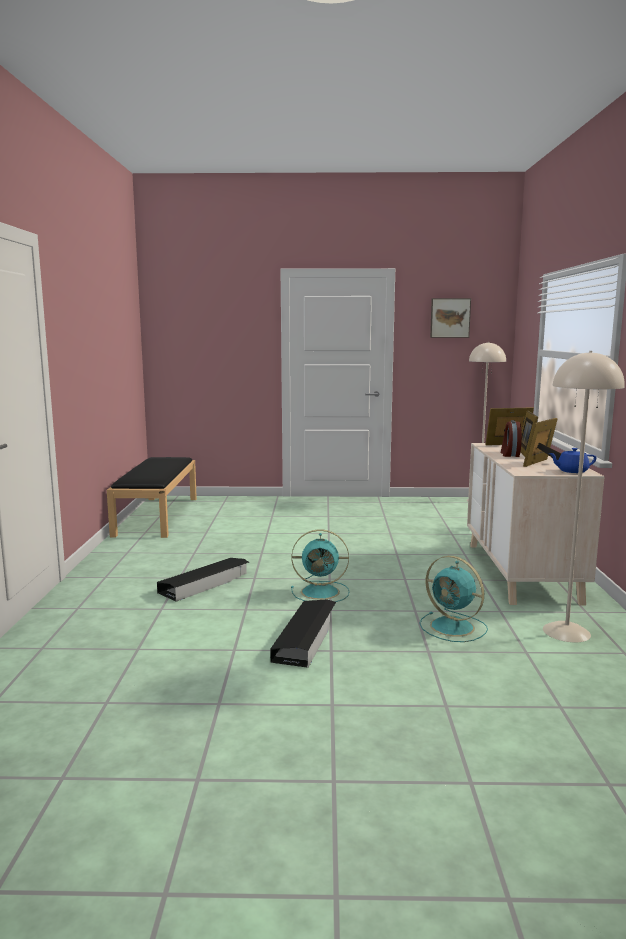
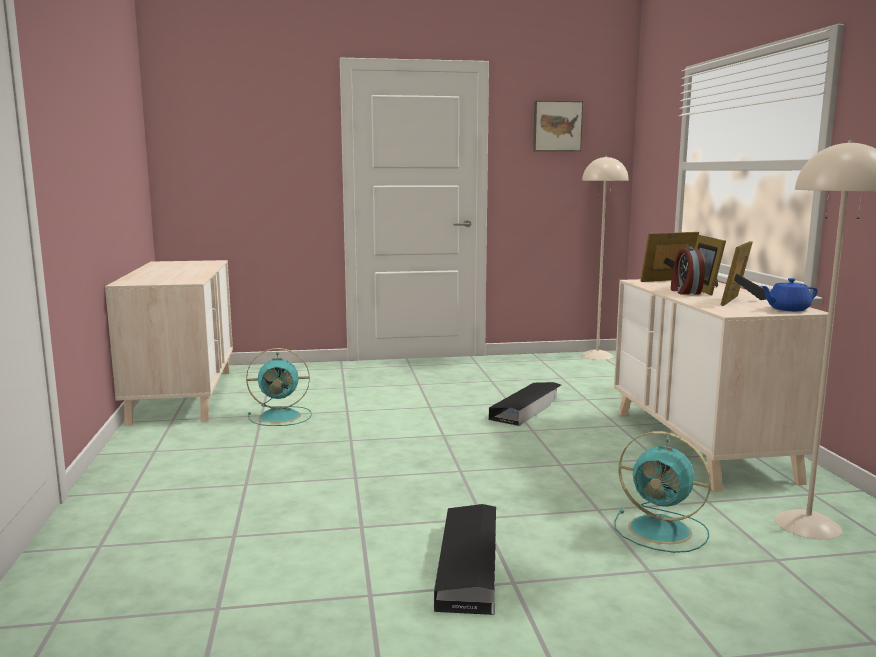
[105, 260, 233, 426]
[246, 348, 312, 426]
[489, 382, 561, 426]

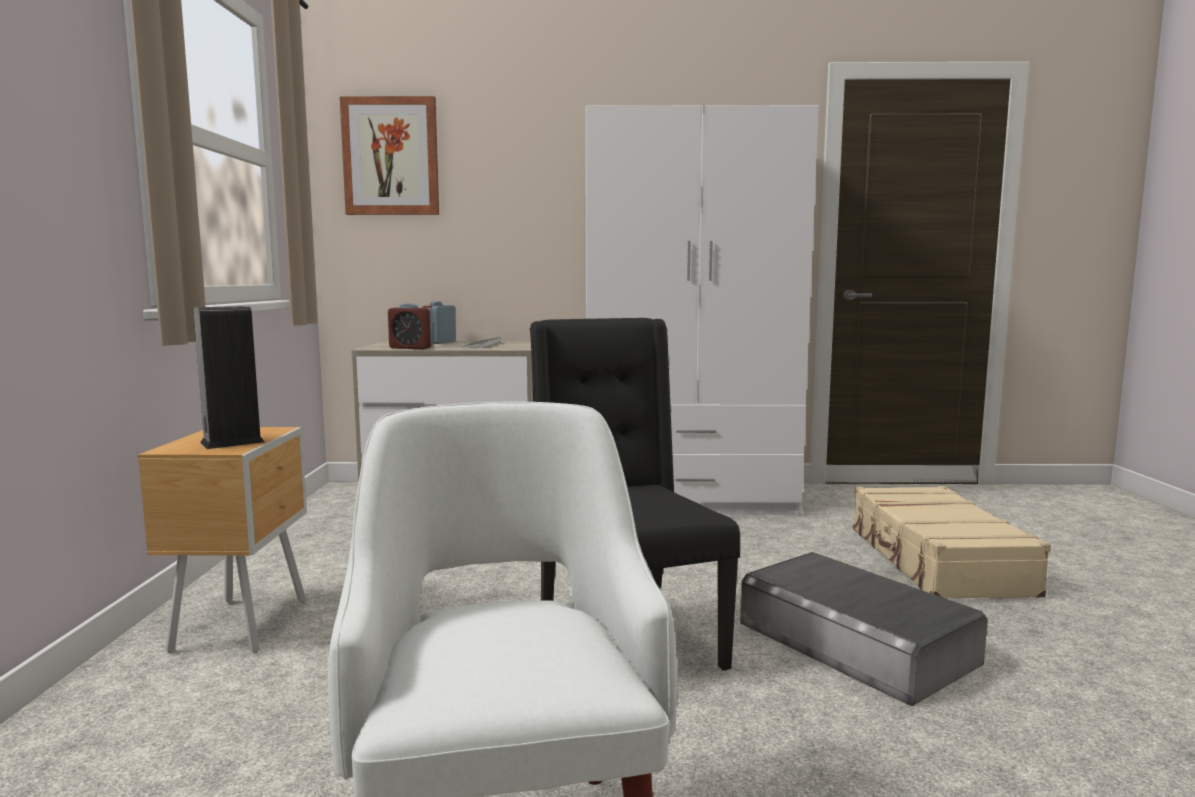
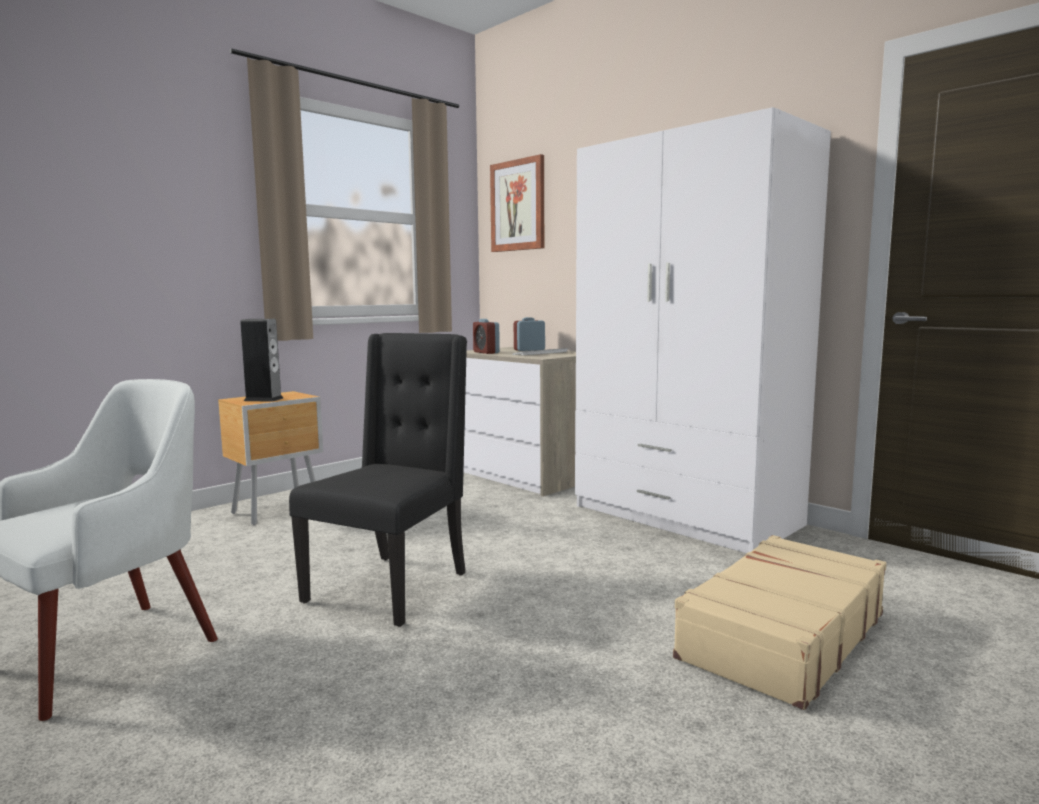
[740, 552, 988, 706] (first image)

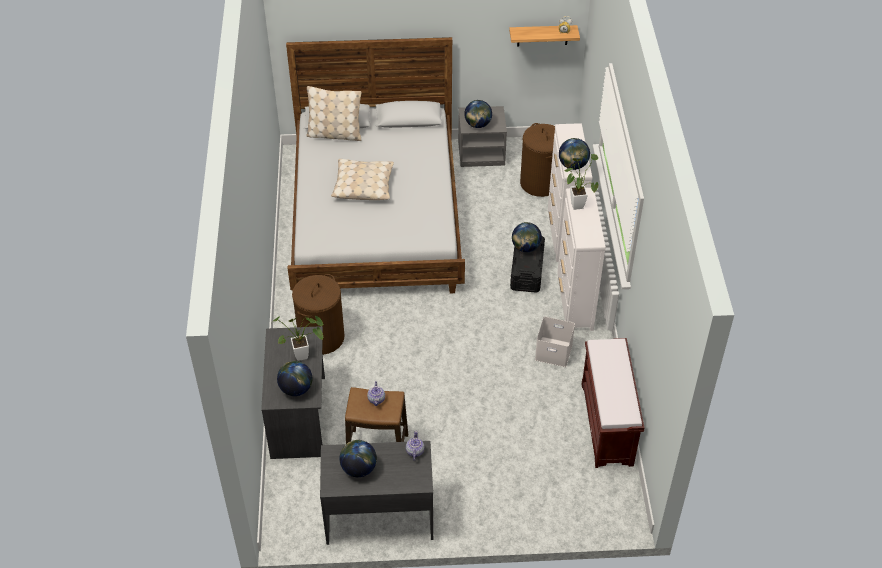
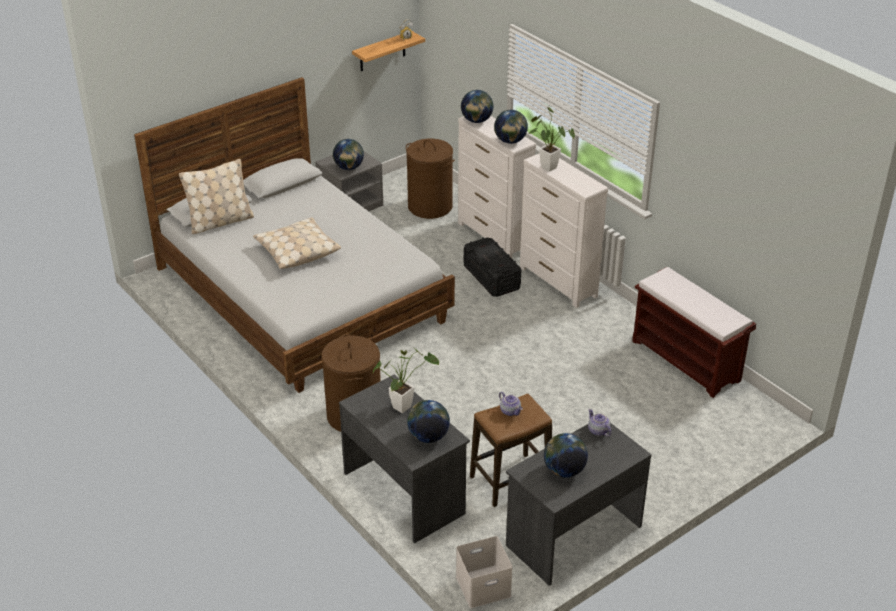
[456, 536, 512, 608]
[461, 90, 494, 123]

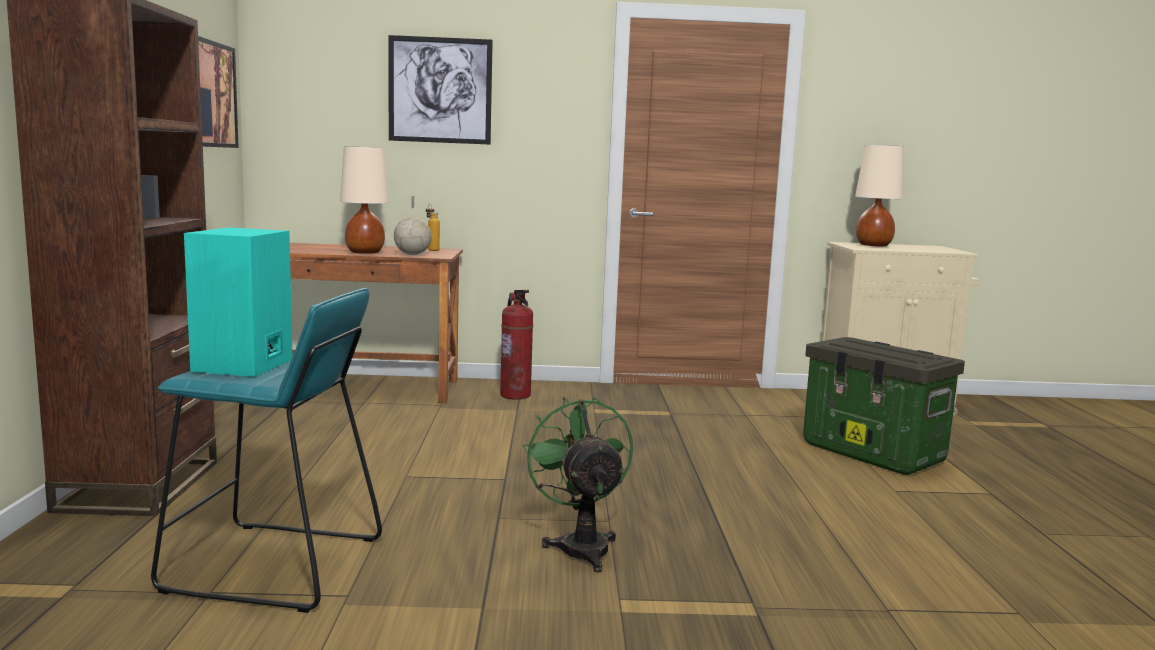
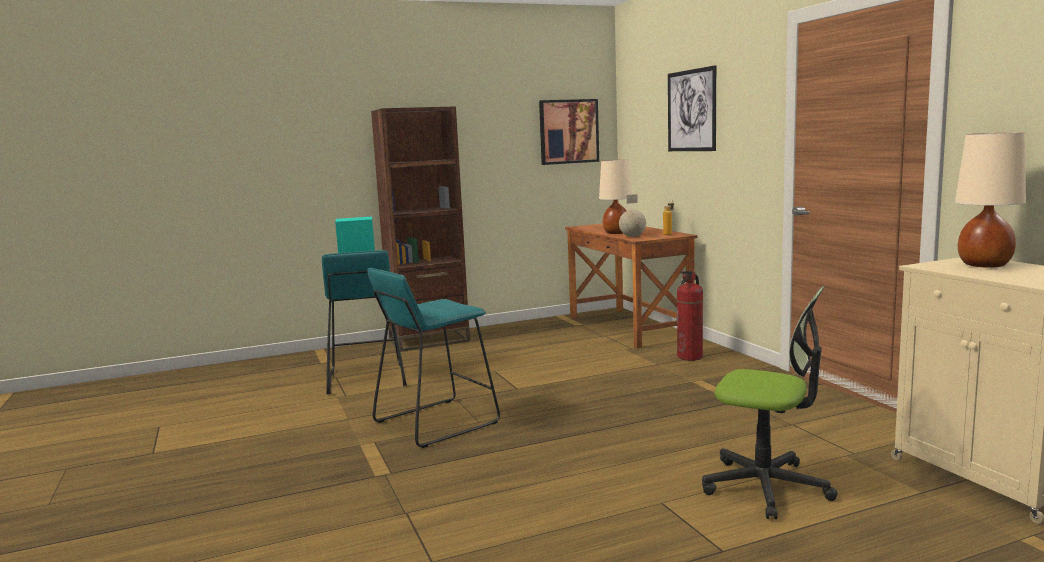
[367, 268, 500, 448]
[702, 286, 838, 519]

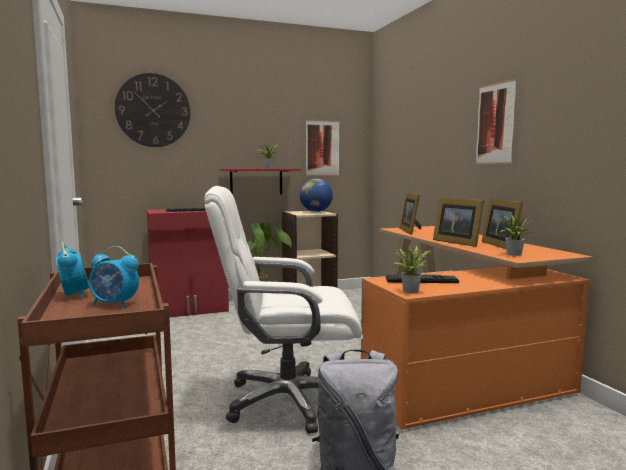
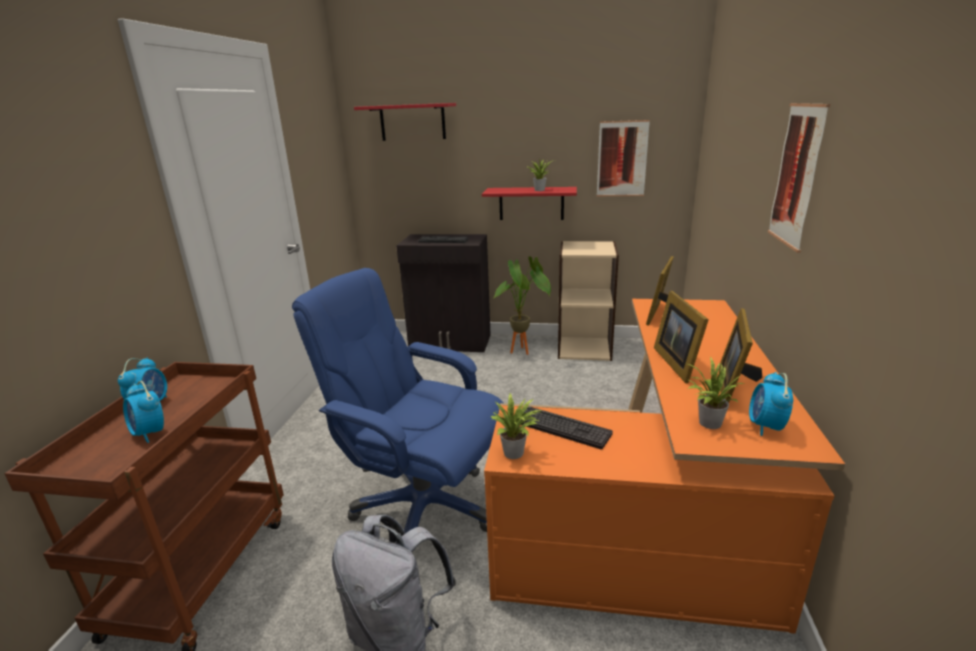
[292, 268, 503, 534]
[354, 103, 456, 141]
[396, 234, 491, 352]
[749, 372, 793, 436]
[300, 179, 333, 212] (first image)

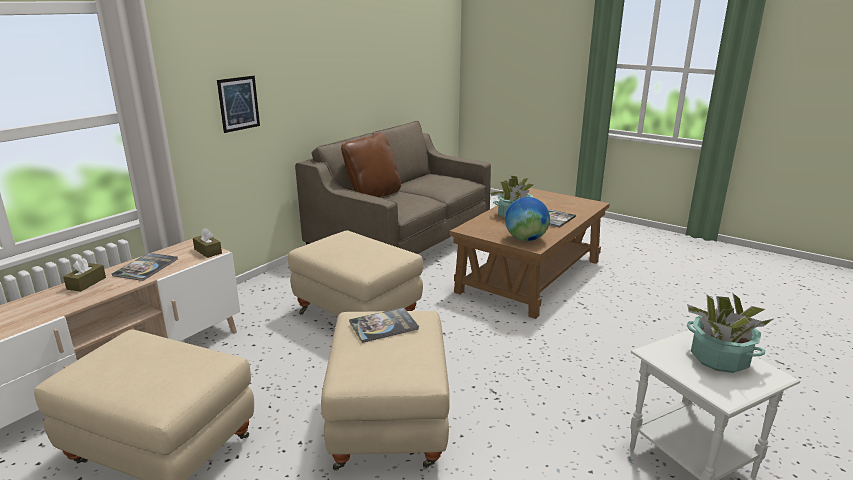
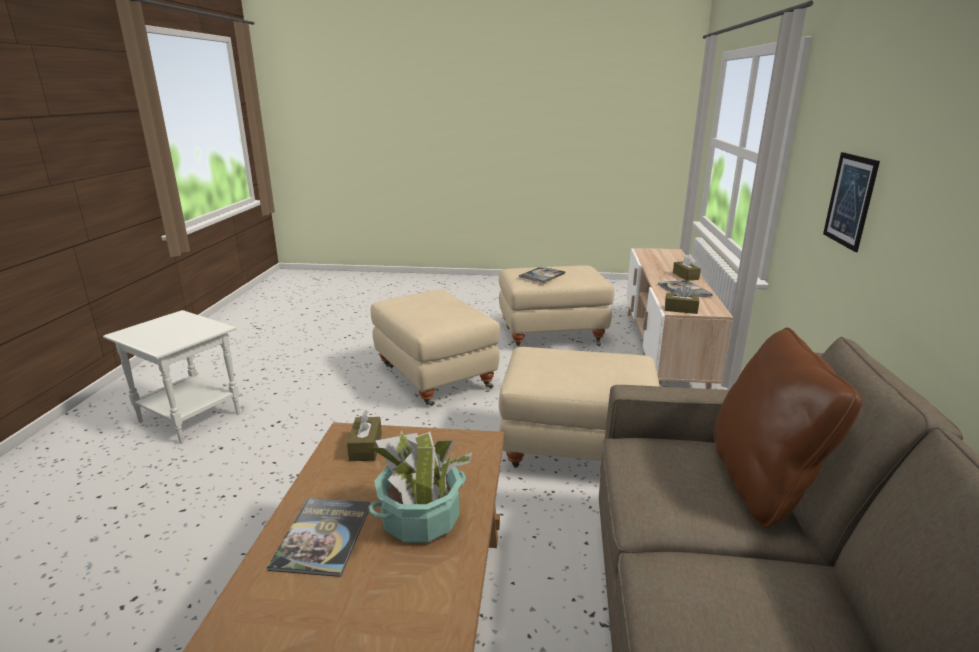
[347, 410, 382, 461]
[519, 267, 565, 283]
[687, 293, 775, 373] (first image)

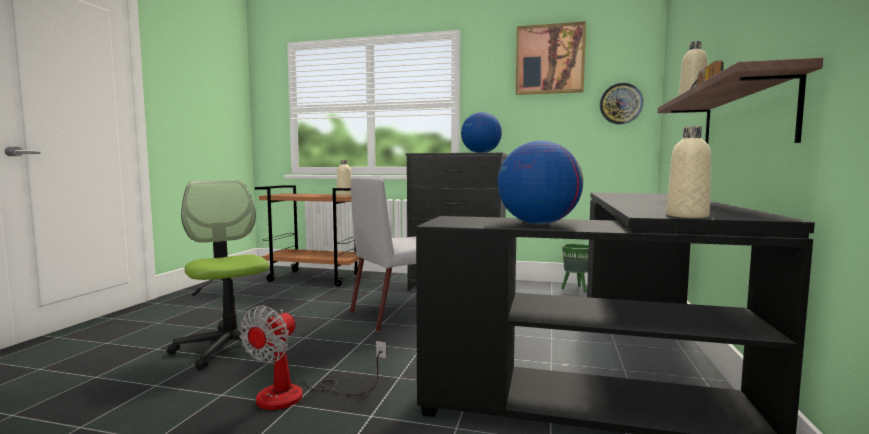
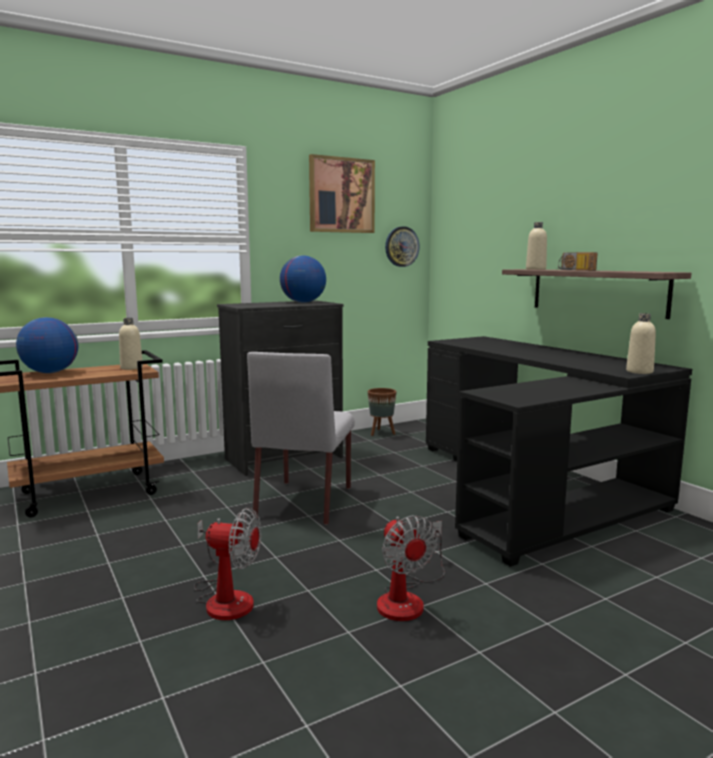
[16, 317, 78, 373]
[194, 508, 262, 620]
[368, 388, 396, 436]

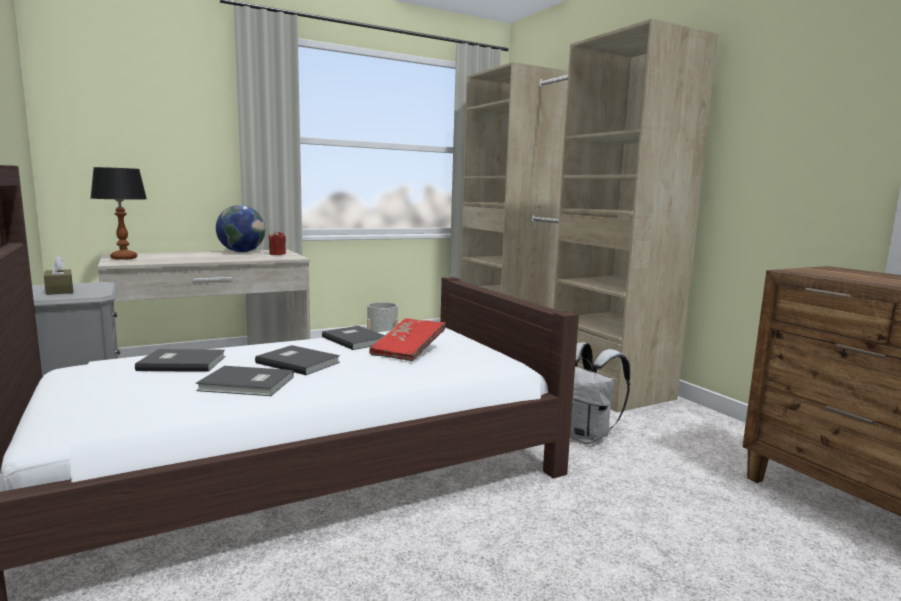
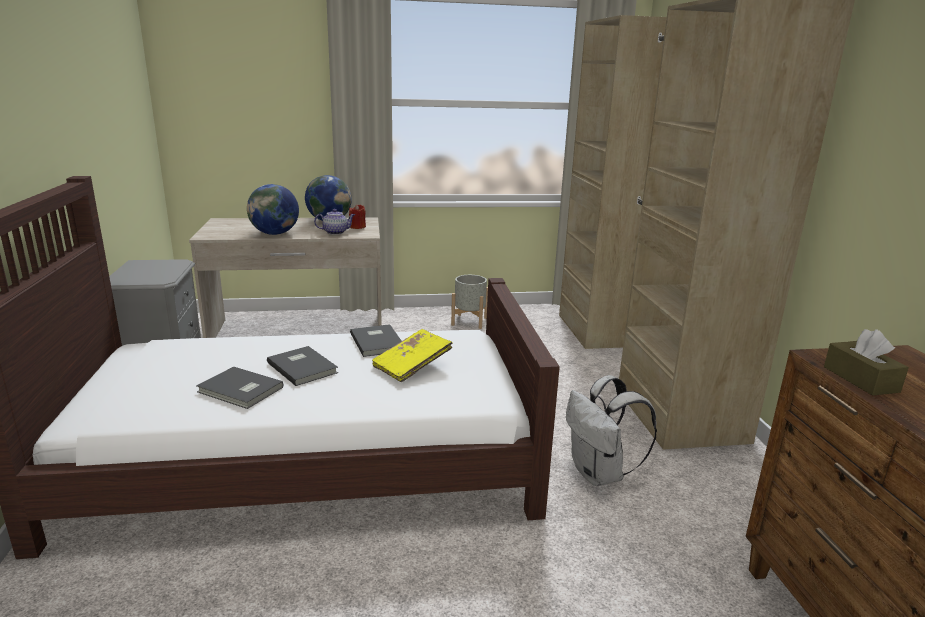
[247, 184, 299, 235]
[314, 209, 355, 235]
[372, 329, 452, 382]
[824, 329, 909, 396]
[91, 167, 147, 260] (first image)
[135, 349, 226, 372] (first image)

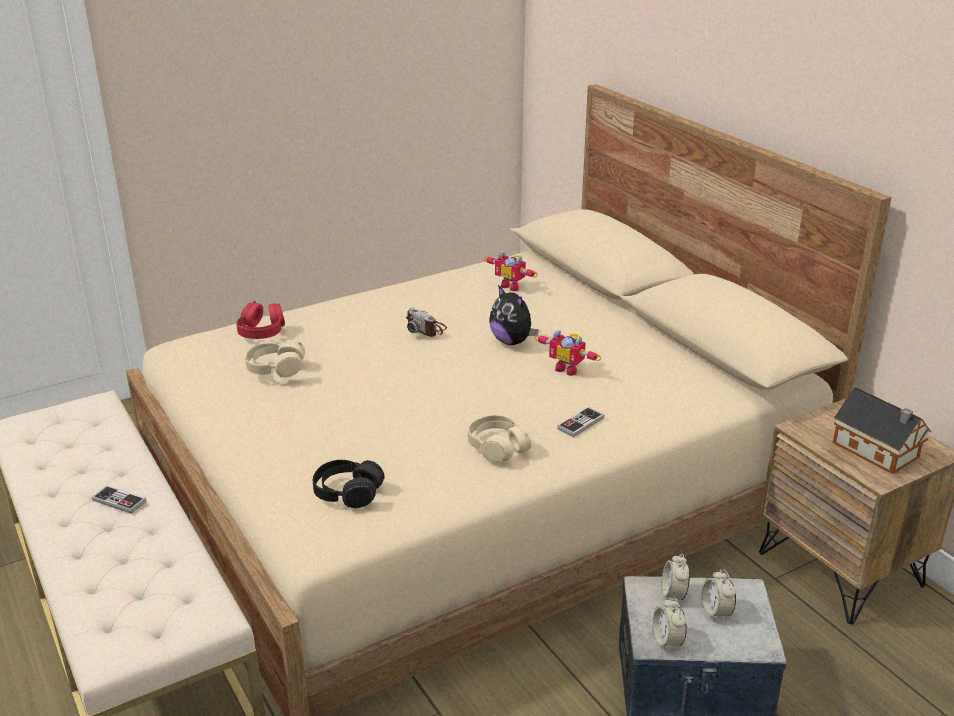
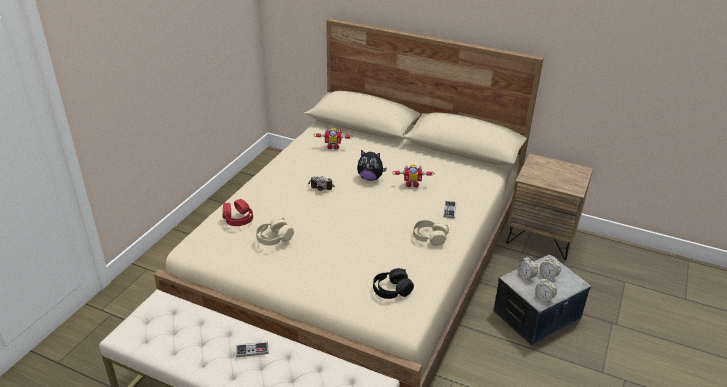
[833, 387, 931, 474] (first image)

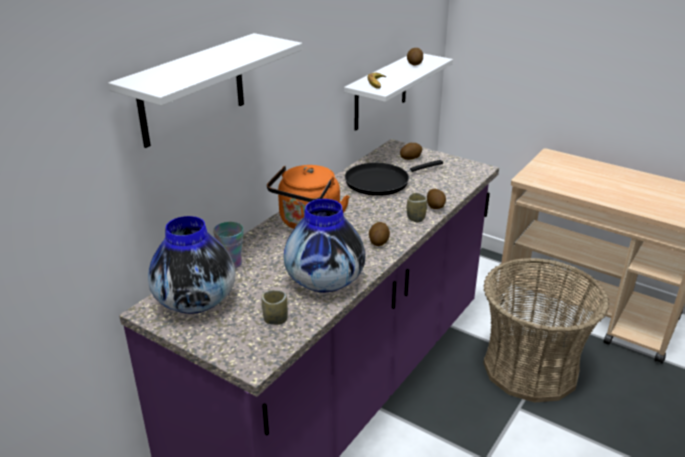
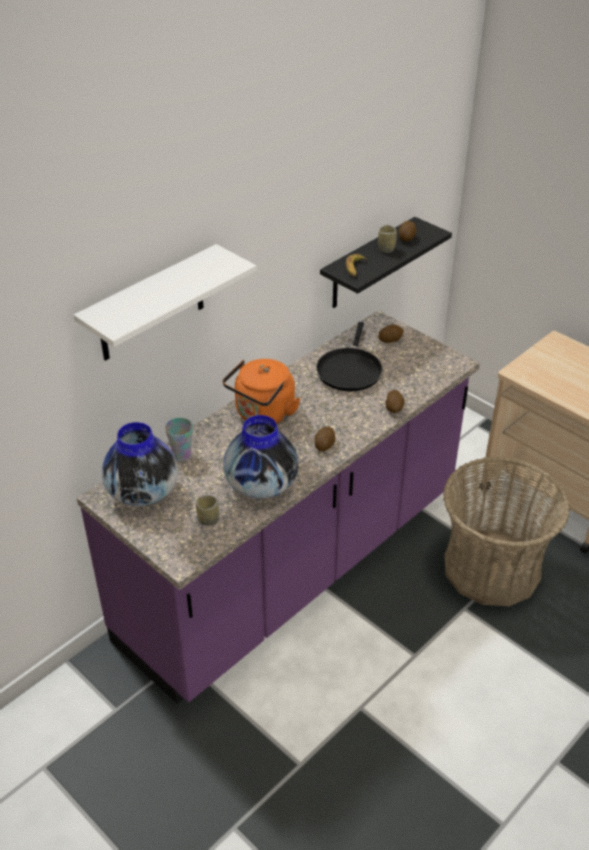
[316, 322, 382, 391]
[320, 217, 452, 308]
[378, 225, 397, 253]

